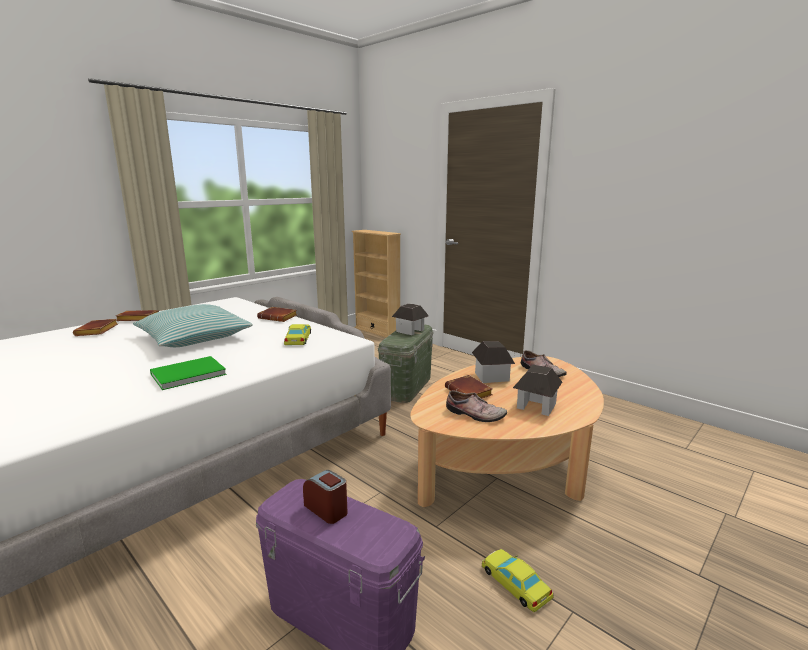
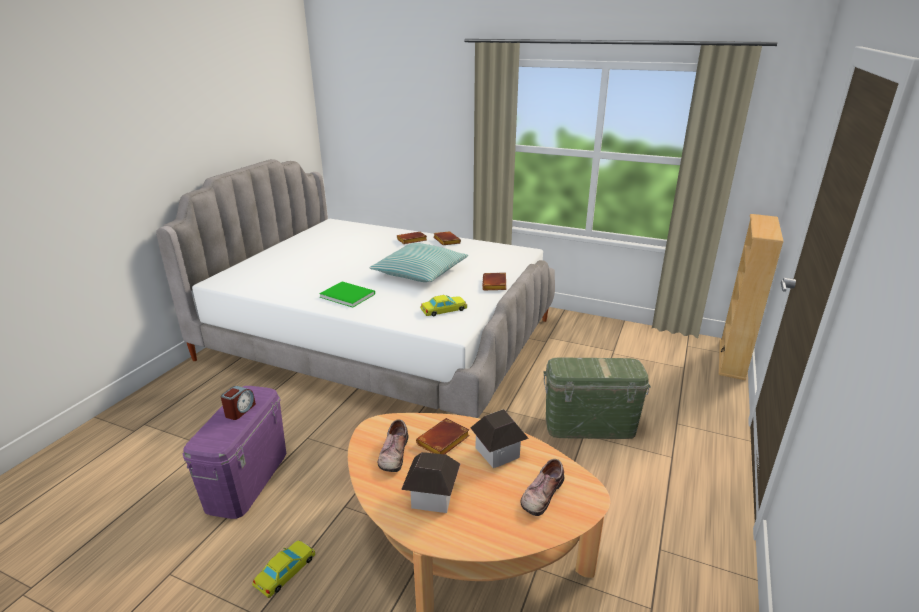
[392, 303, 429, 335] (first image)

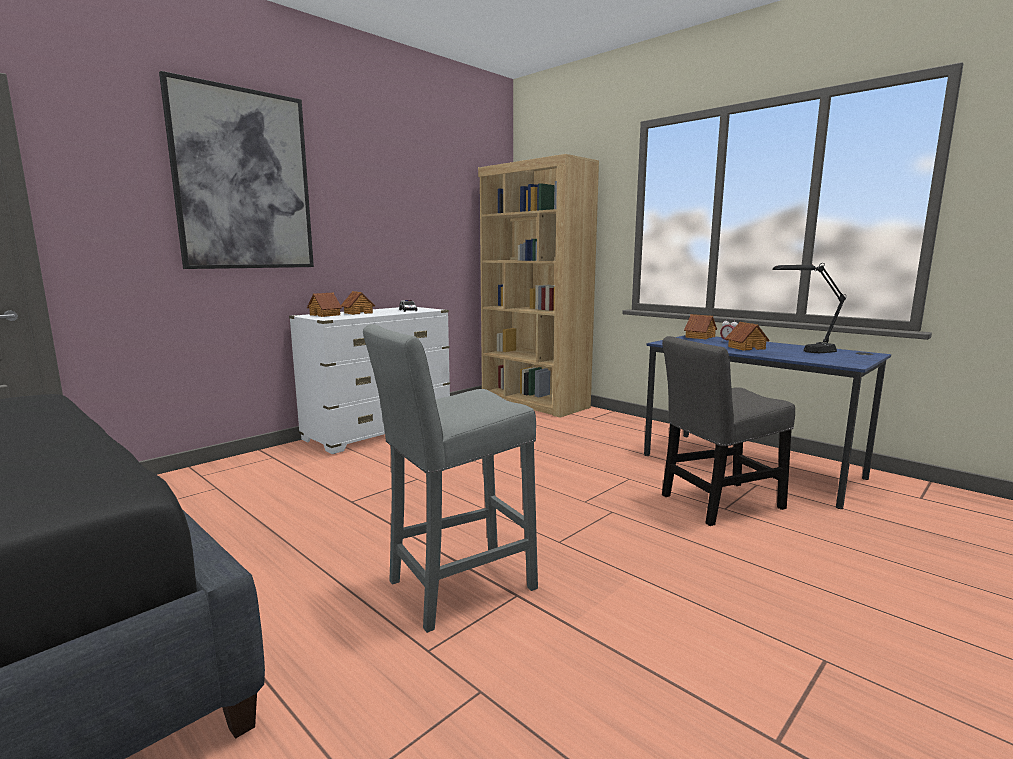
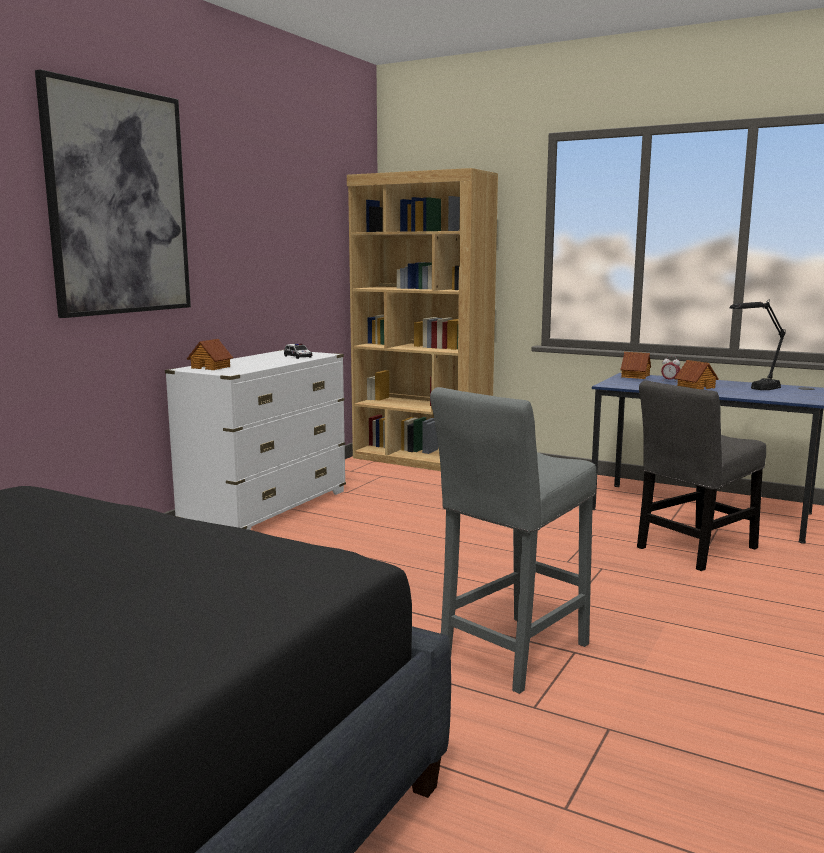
[341, 291, 375, 315] (first image)

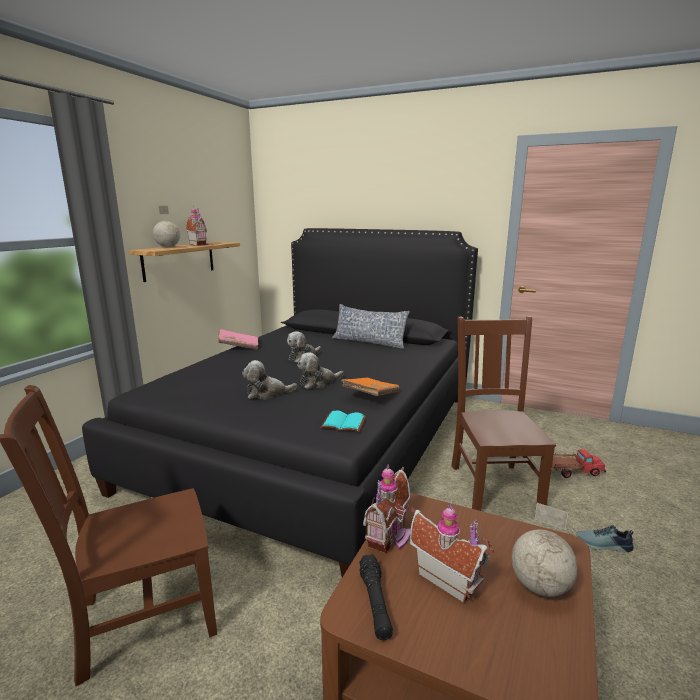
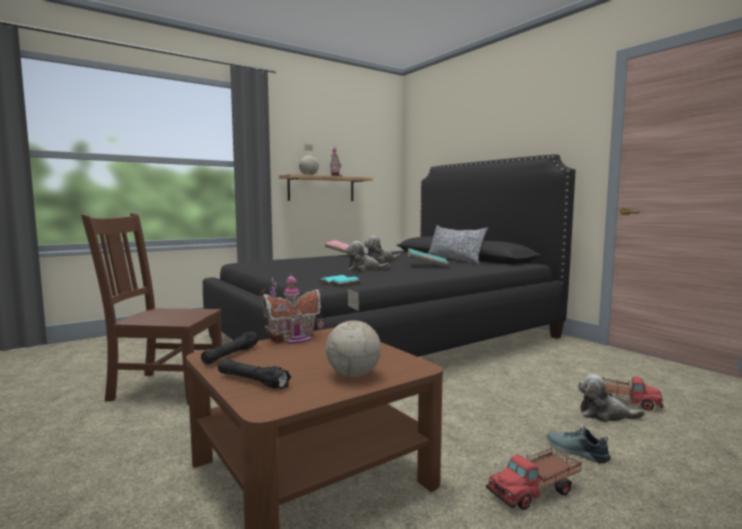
[218, 359, 291, 389]
[407, 248, 449, 268]
[486, 446, 582, 510]
[578, 374, 645, 422]
[342, 377, 400, 396] (first image)
[410, 503, 494, 604] (first image)
[451, 316, 556, 511] (first image)

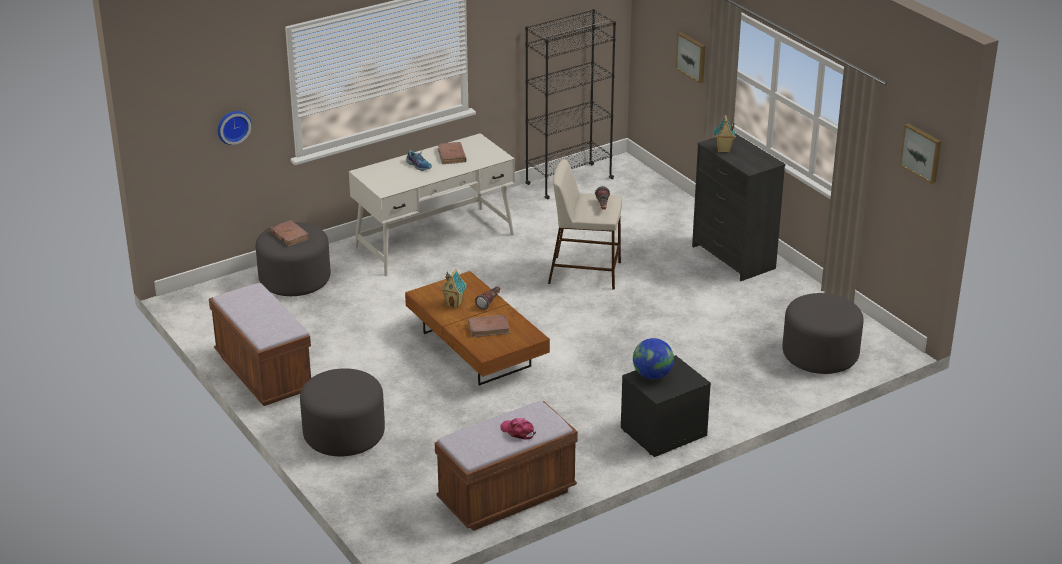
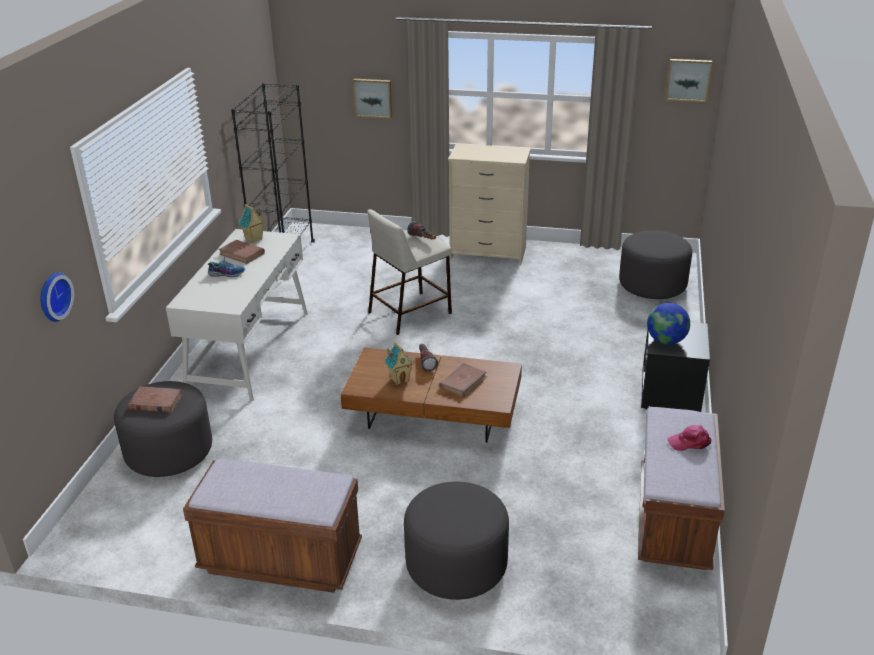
[238, 204, 265, 243]
[448, 144, 531, 265]

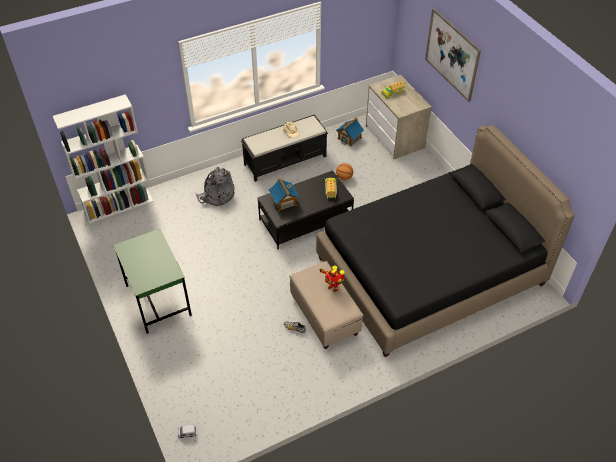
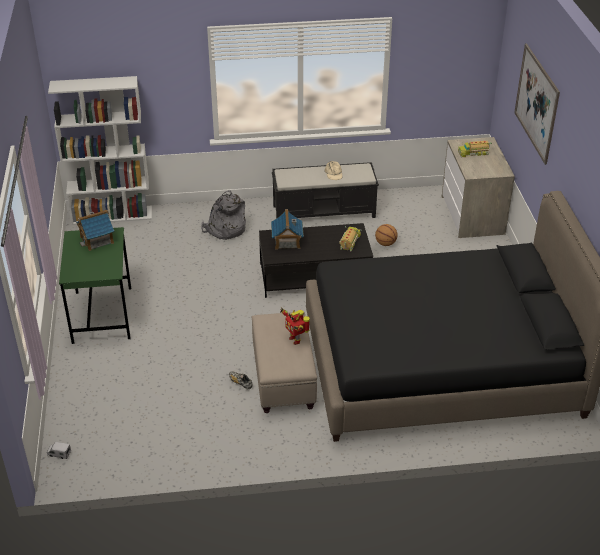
[76, 210, 114, 251]

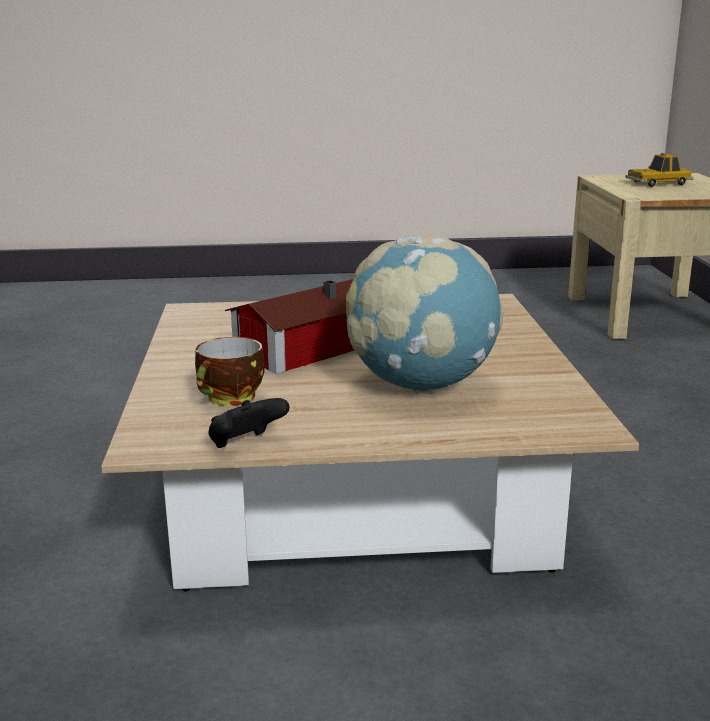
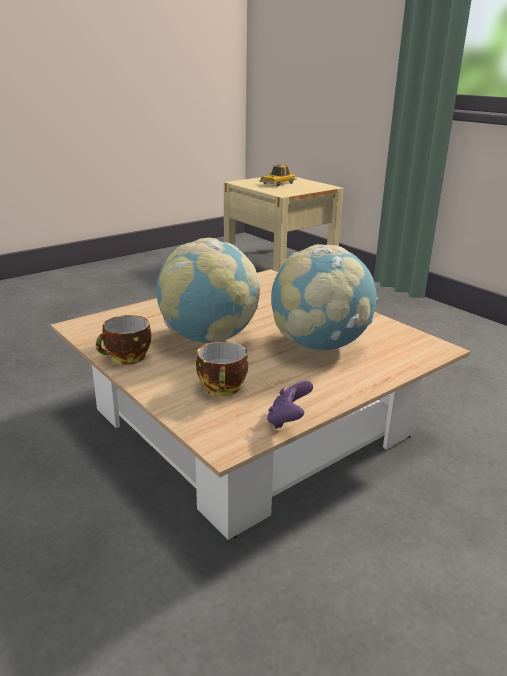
[96, 315, 151, 365]
[157, 238, 260, 343]
[267, 381, 313, 429]

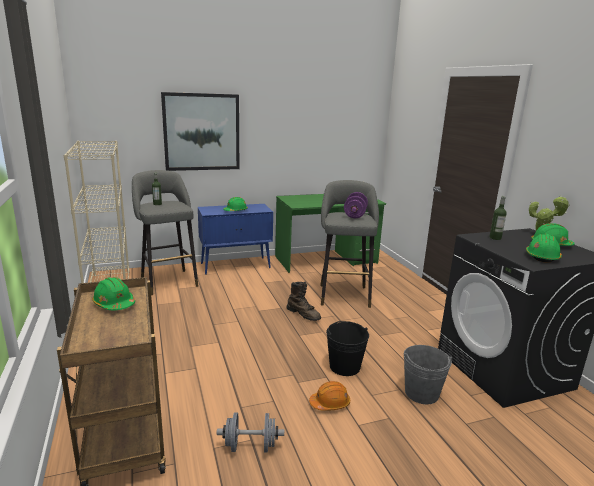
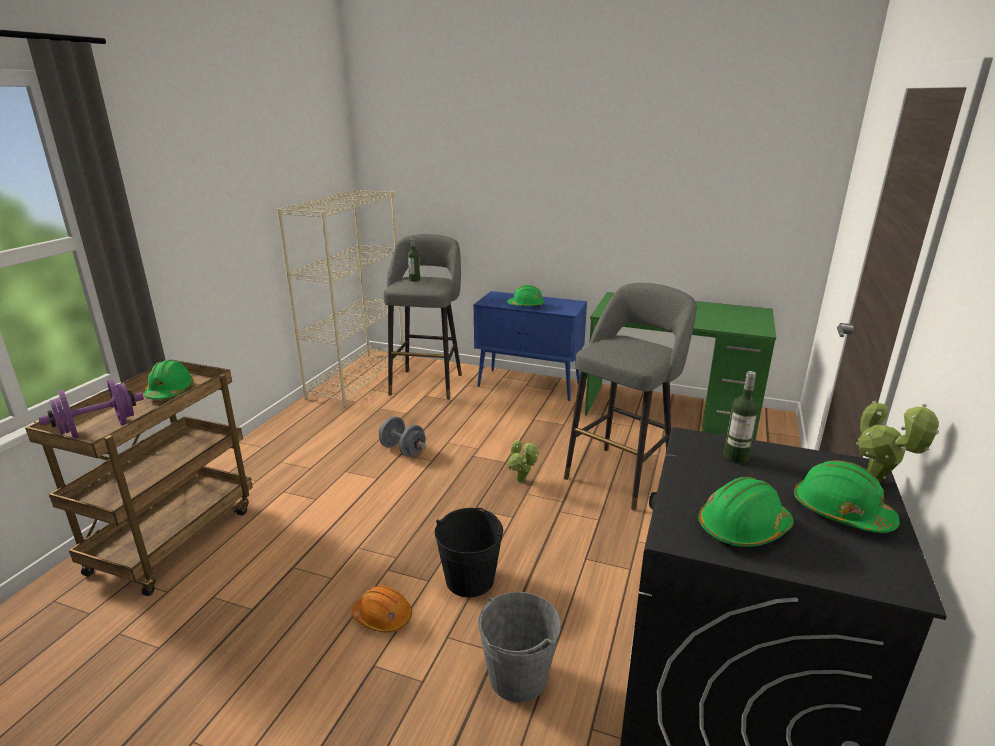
[38, 379, 144, 438]
[379, 416, 426, 457]
[508, 439, 539, 484]
[161, 92, 239, 171] (first image)

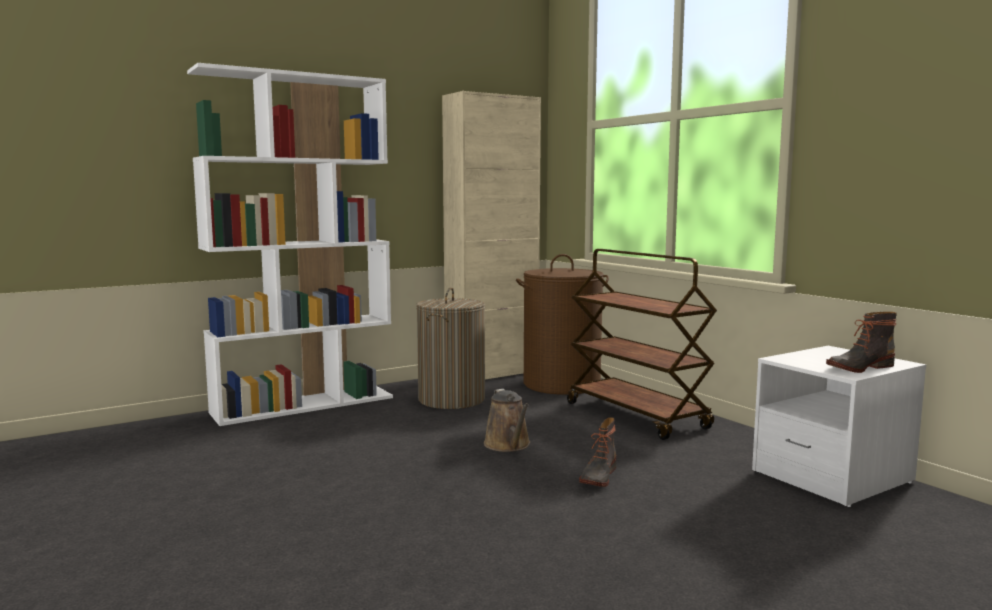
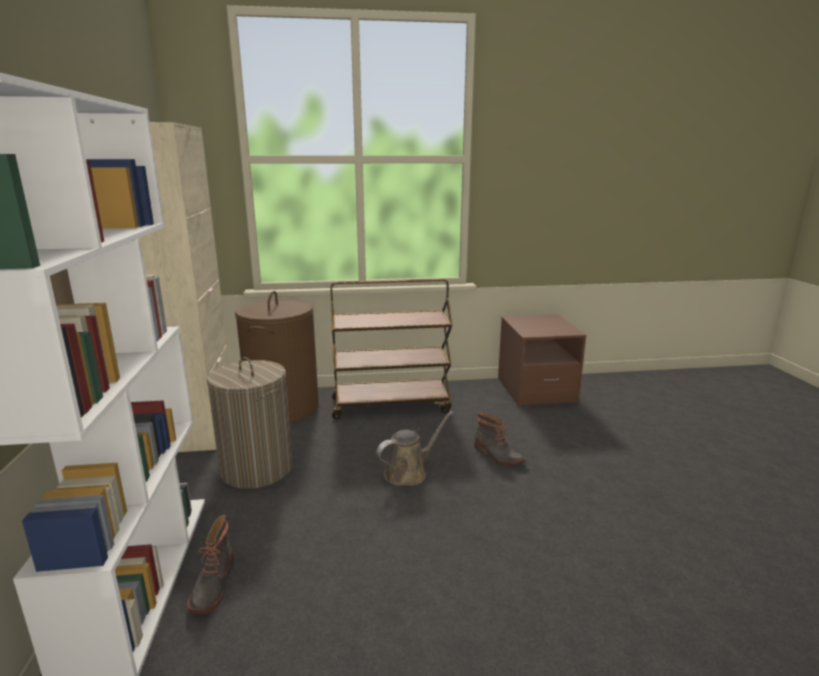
[188, 515, 234, 614]
[376, 411, 453, 486]
[498, 315, 587, 406]

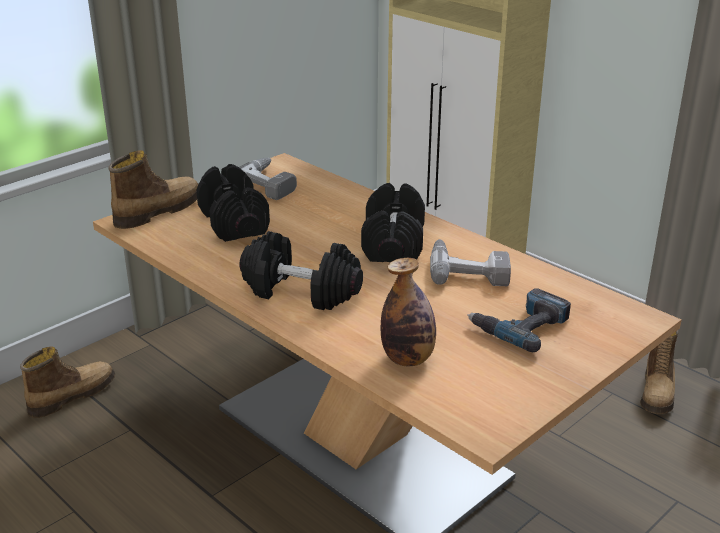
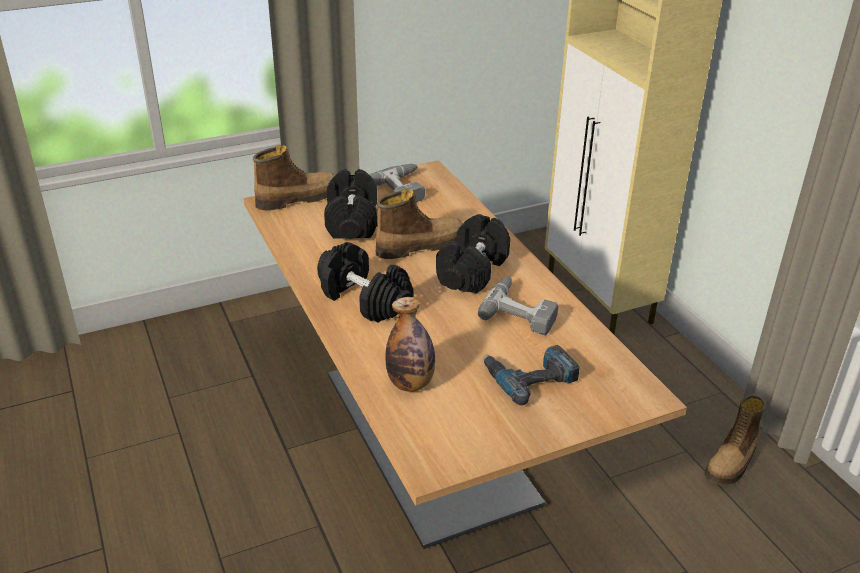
[376, 190, 463, 259]

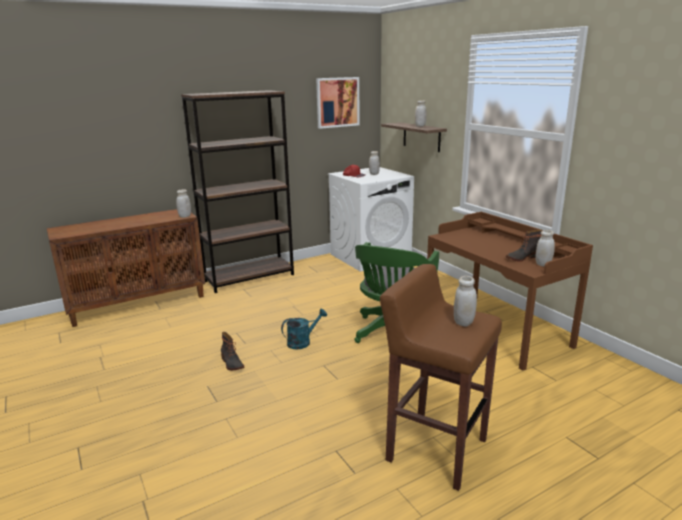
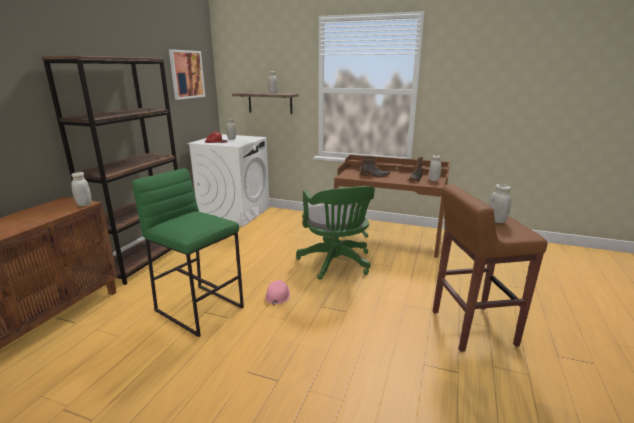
[132, 169, 244, 337]
[265, 280, 290, 305]
[360, 156, 390, 177]

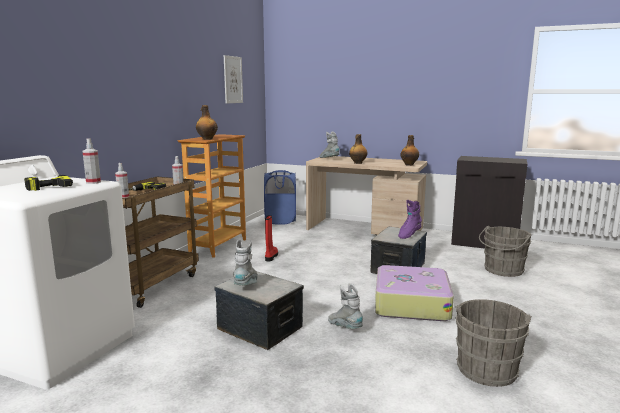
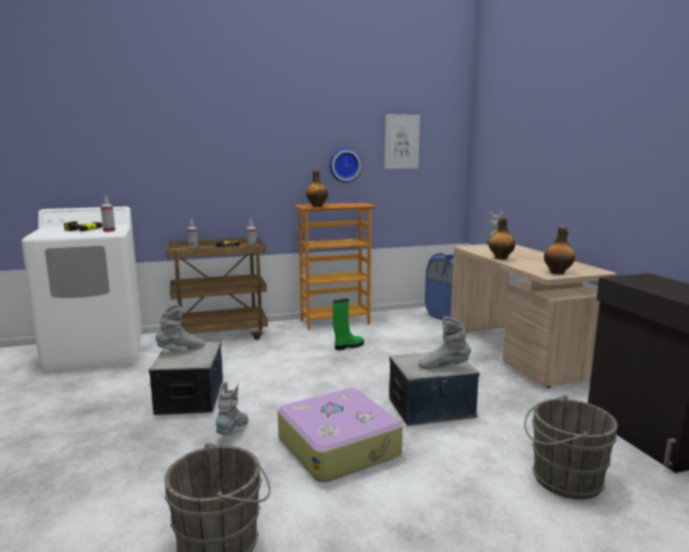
[330, 148, 362, 183]
[333, 299, 364, 350]
[418, 317, 471, 369]

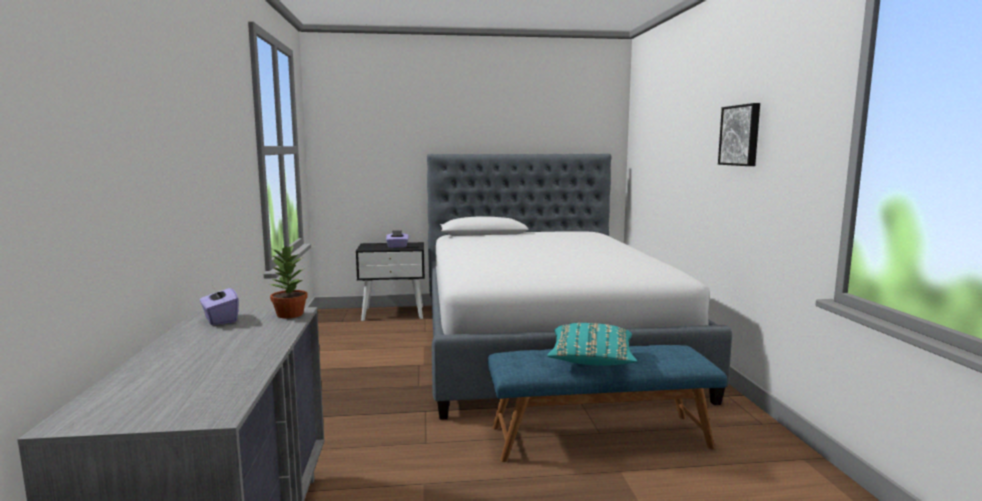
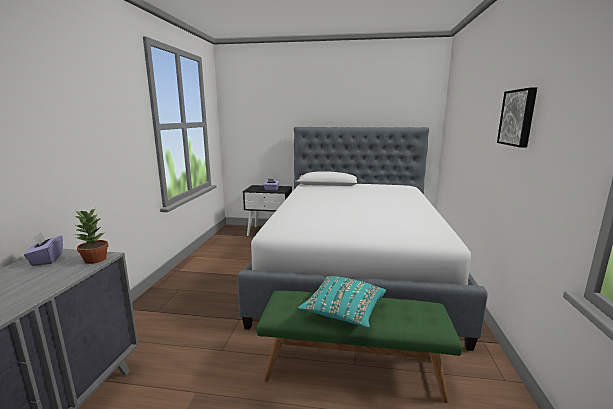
[256, 291, 463, 403]

